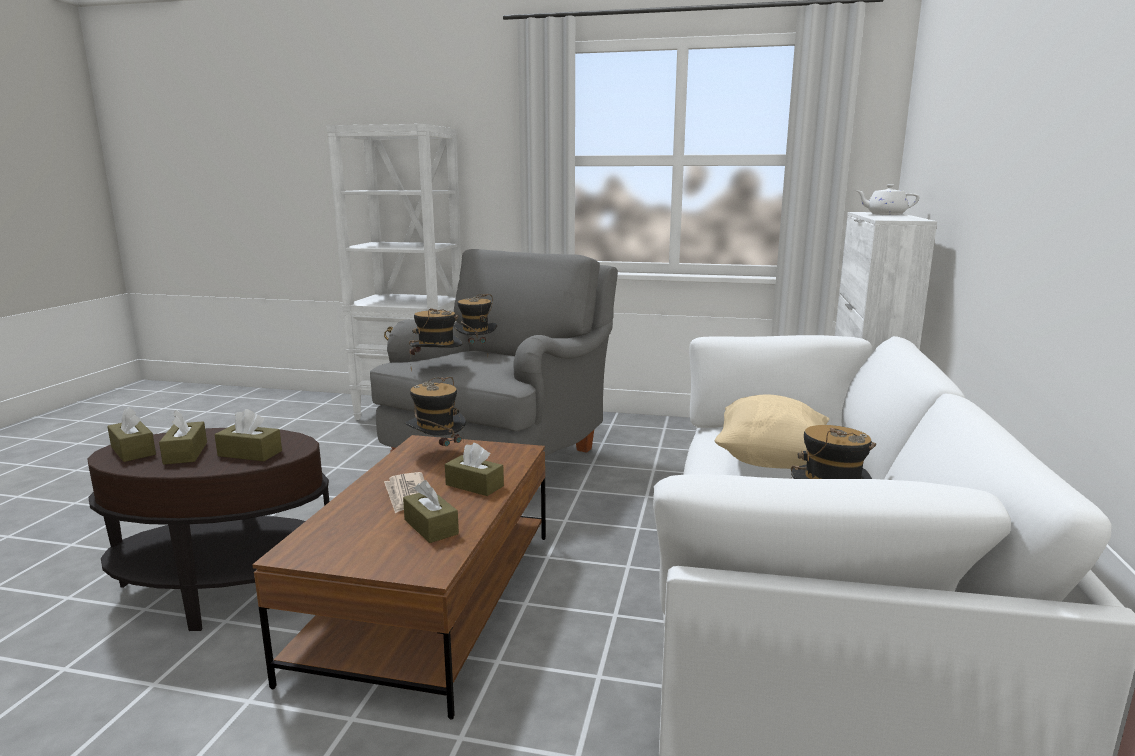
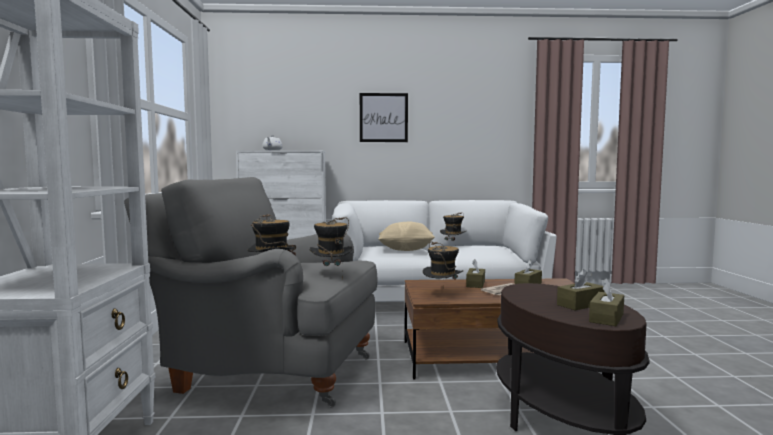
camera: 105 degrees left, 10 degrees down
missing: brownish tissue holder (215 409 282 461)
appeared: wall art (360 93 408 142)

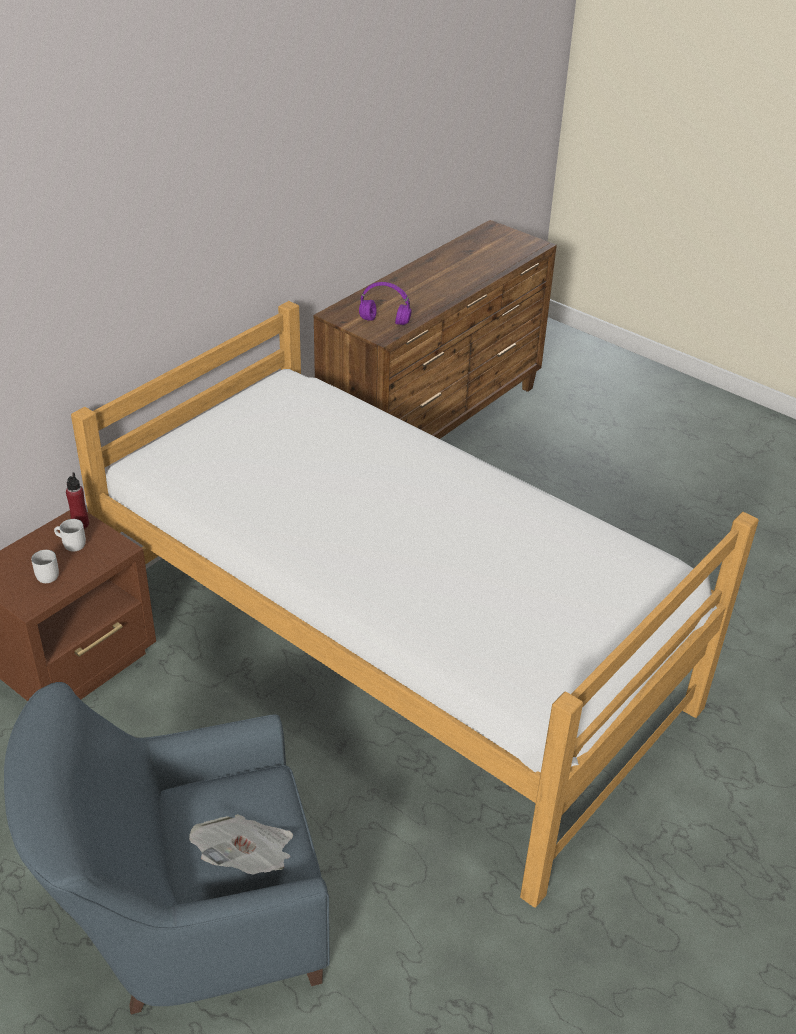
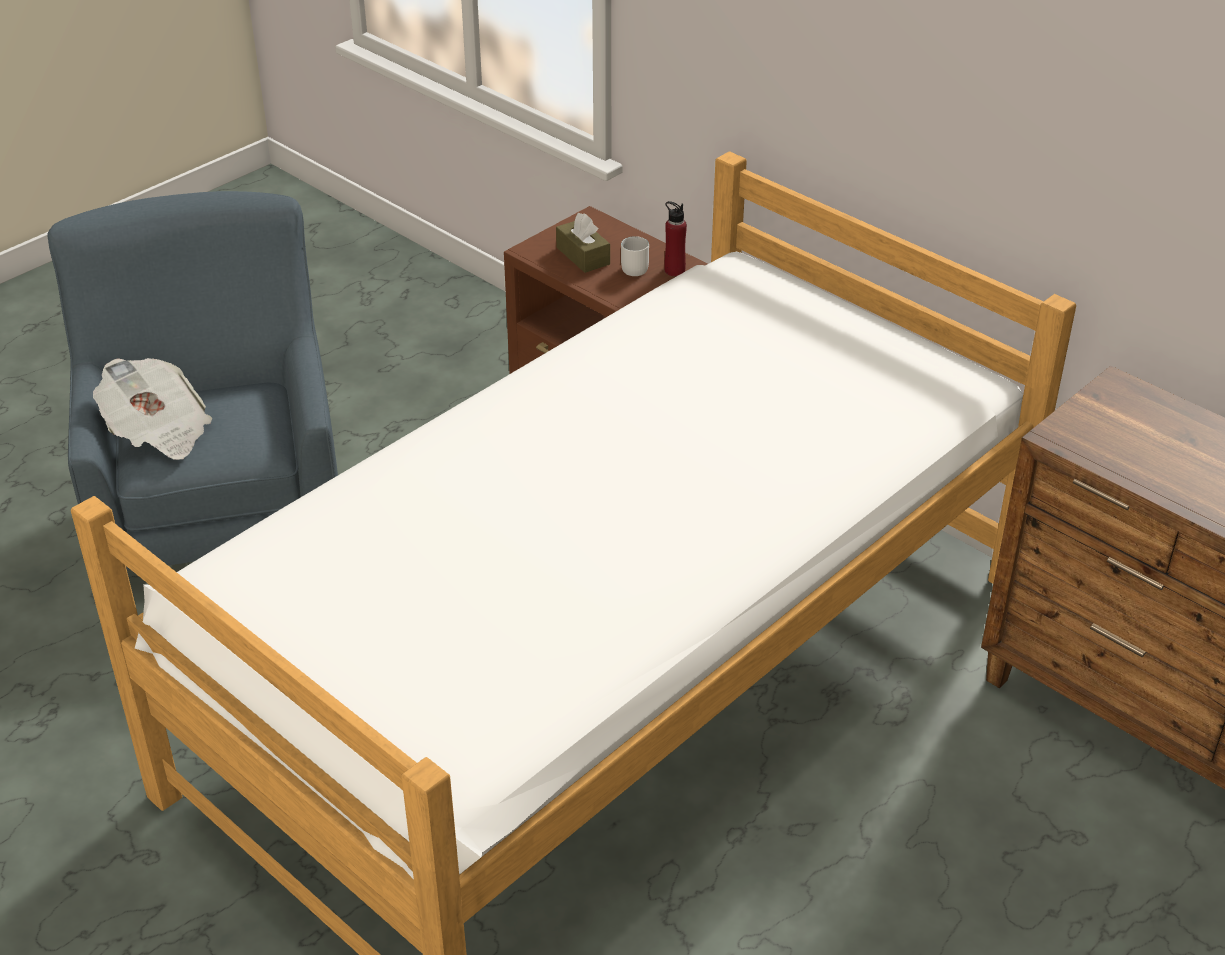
camera: 95 degrees right, 0 degrees up
missing: purple headphones (359 282 411 325)
exchanged: whitish coffee mug (31 550 59 583) to brownish tissue holder (556 213 610 273)

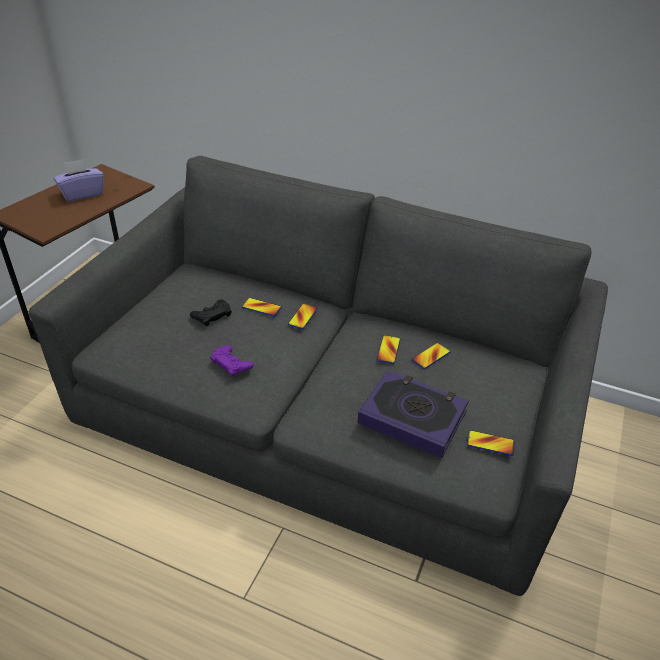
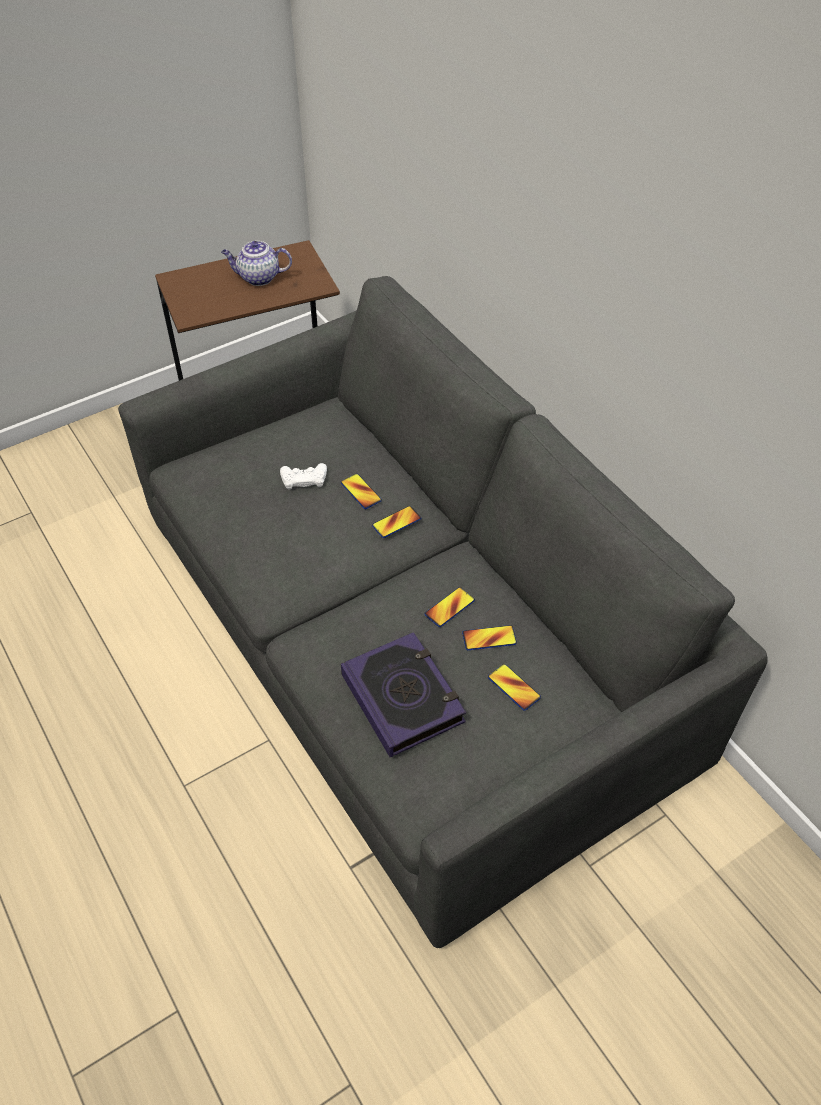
camera: 35 degrees right, 10 degrees up
missing: purple joypad (210 345 254 377)
relocated: telephone (467 430 515 456) to (488 664 541 711)
exchanged: purple tissue holder (54 159 104 202) to teapot (221 241 292 286)
colour: blackish joypad (190 299 232 326) to whitish joypad (280 463 327 490)

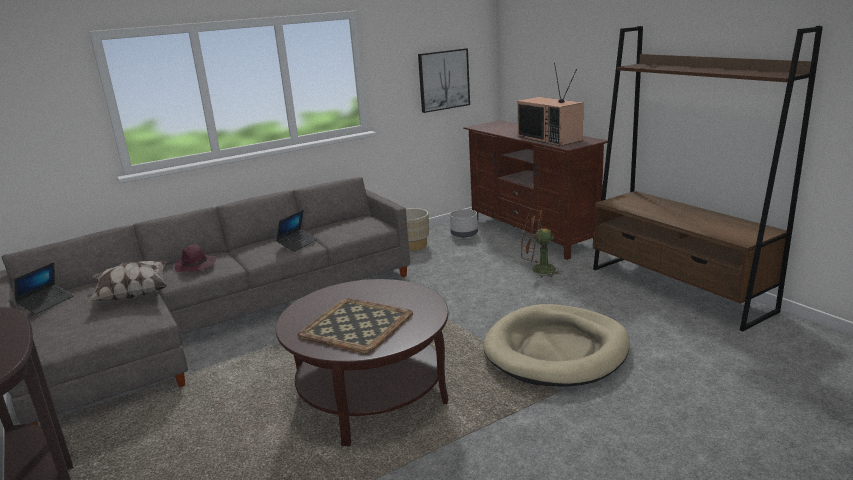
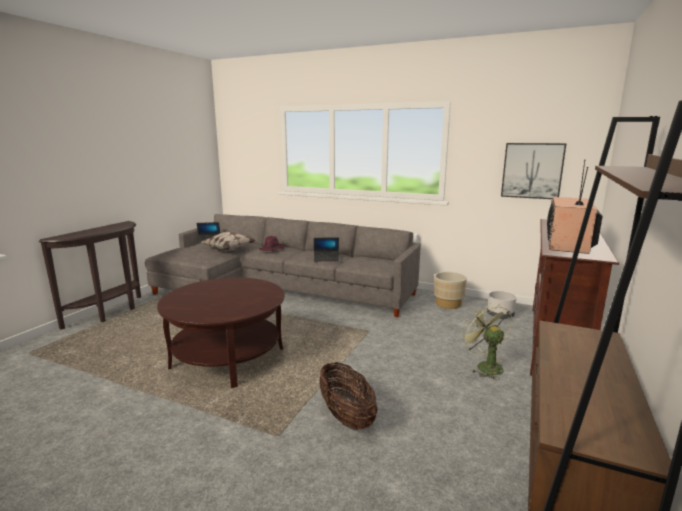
camera: 55 degrees right, 5 degrees down
missing: carrying tray (297 298 413 354)
exchanged: beige-coloured pet bed (483 304 630 387) to basket (319 362 378 430)
colour: brownish cooling fan (521 209 563 278) to green-coloured cooling fan (460 302 512 380)

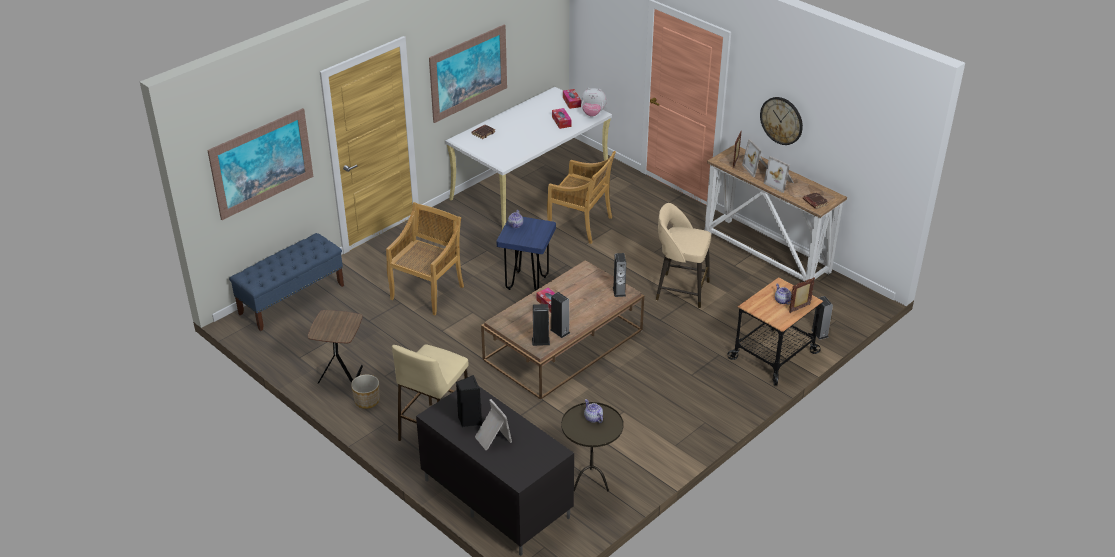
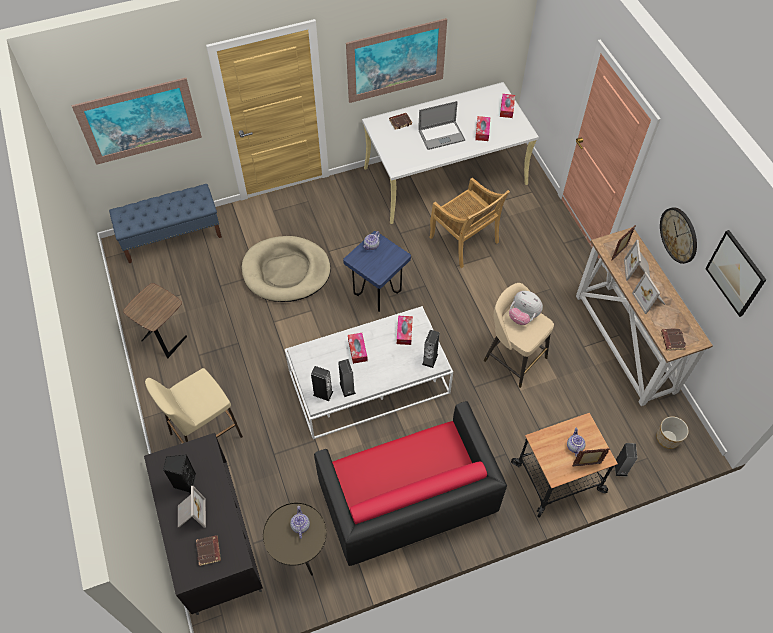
camera: 25 degrees right, 20 degrees up
appeared: notebook computer (418 101 465 150); wall art (705 230 766 317); tissue holder (397 316 413 345); settee (314 401 507 566); brownish bound book (196 535 221 566)
relocated: plush toy (581 88 607 117) to (509 291 543 325); plant pot (351 375 379 409) to (657 416 689 449)
exchanged: beige-coloured upright chair (386 202 464 315) to beige-coloured pet bed (242 236 331 302)
colour: brownish lounge table (481 260 644 400) to whitish lounge table (285 306 453 439)

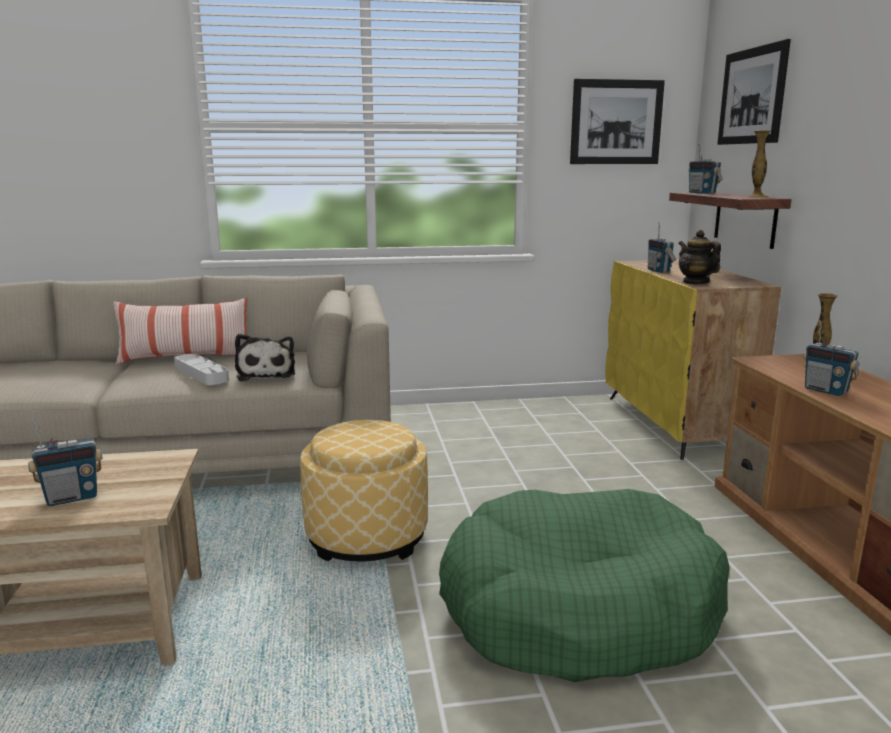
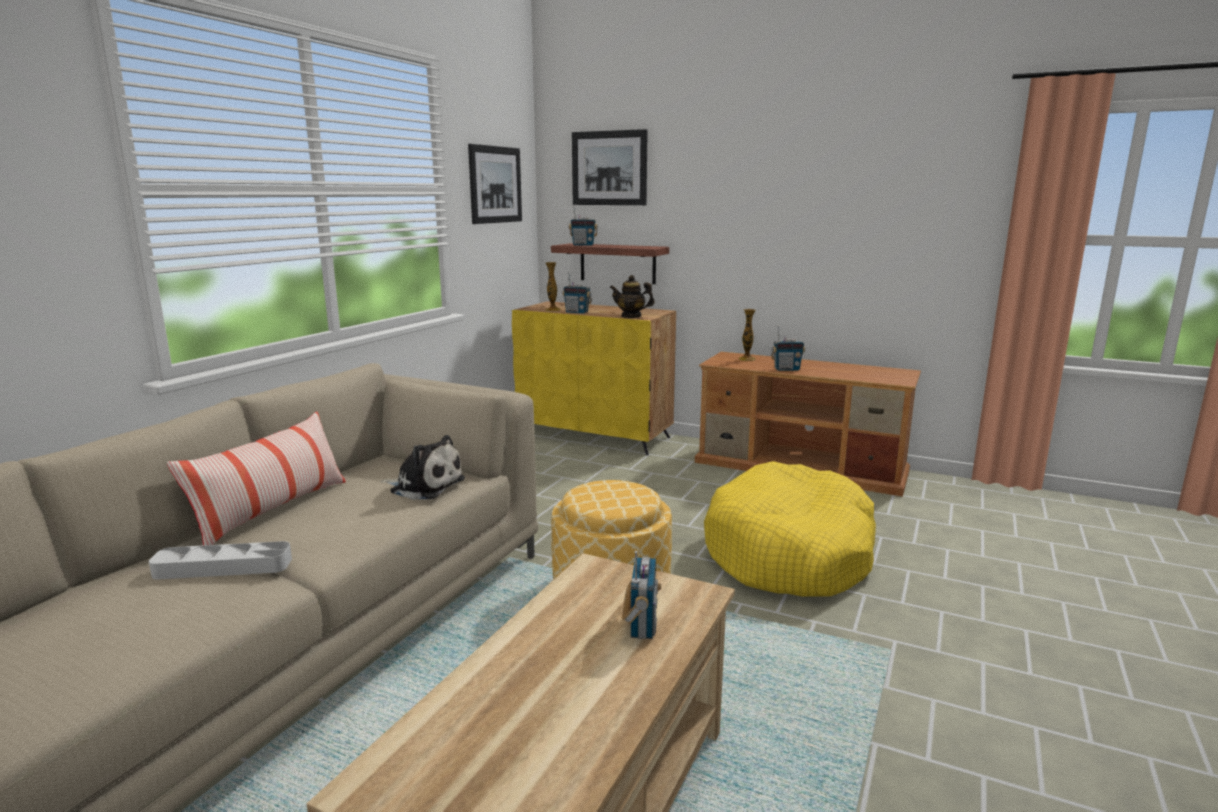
camera: 55 degrees left, 0 degrees up
relocated: decorative vase (746 130 770 198) to (545 262 561 311); gray carrying tray (174 354 229 385) to (149 541 292 579)
colour: green-coloured pet bed (439 489 730 682) to yellow pet bed (704 461 876 597)

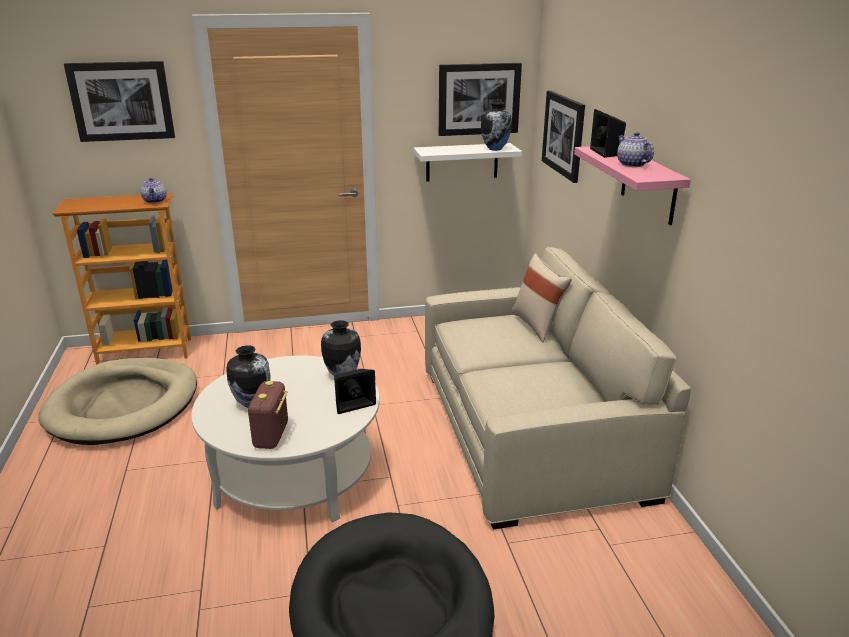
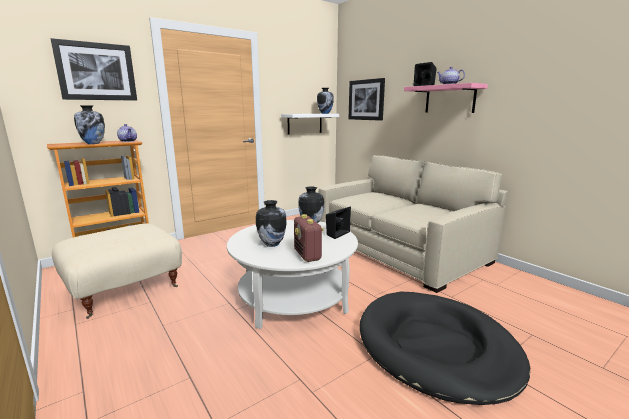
camera: 25 degrees left, 10 degrees down
missing: wall art (439 63 522 136); beige-coloured cushion (511 253 572 342)
appeared: decorative vase (74 105 105 144)
exchanged: beige-coloured pet bed (38 358 197 445) to beige-coloured footrest (52 224 182 319)

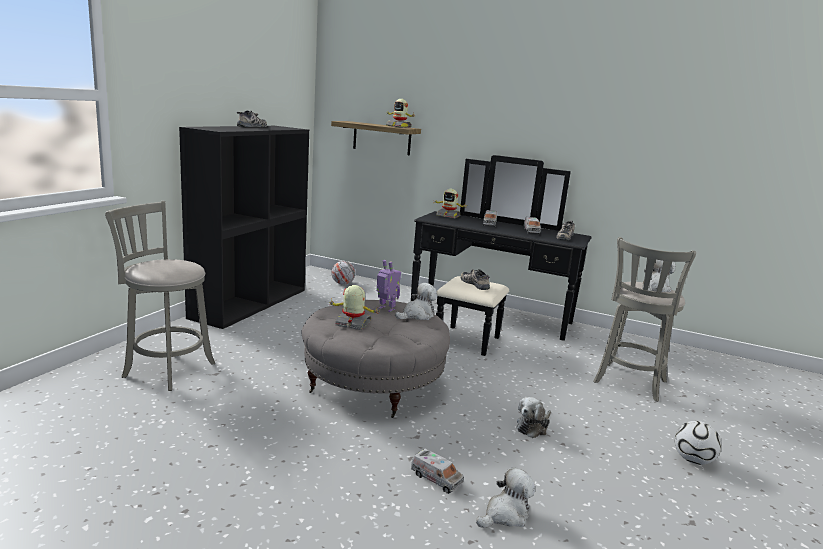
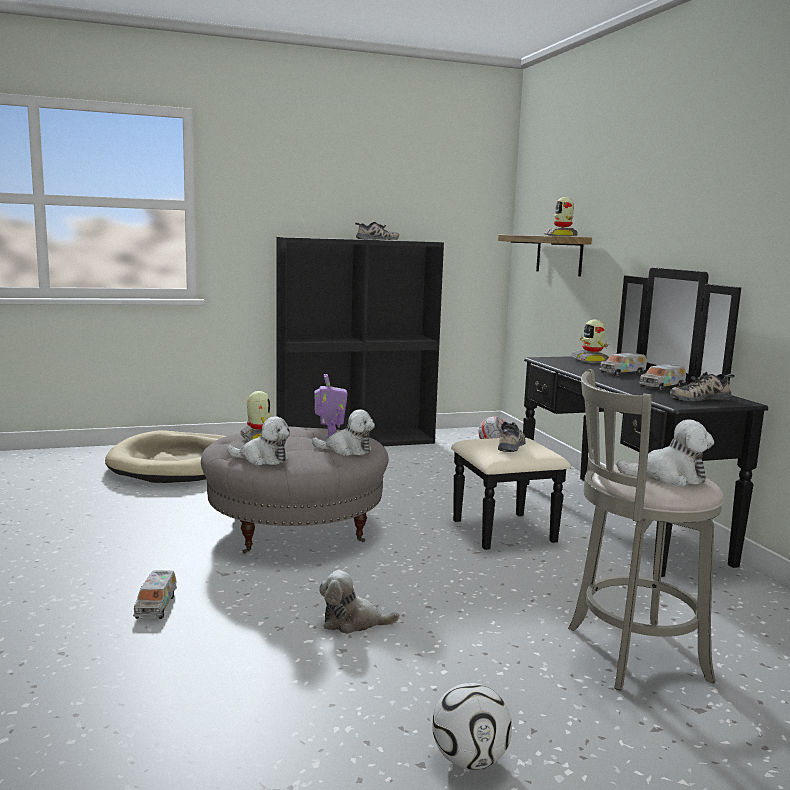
camera: 50 degrees right, 5 degrees down
relocated: plush toy (476 467 535 528) to (227 416 290 465)
exchanged: gray stool (105 201 215 391) to beige-coloured pet bed (105 431 226 483)

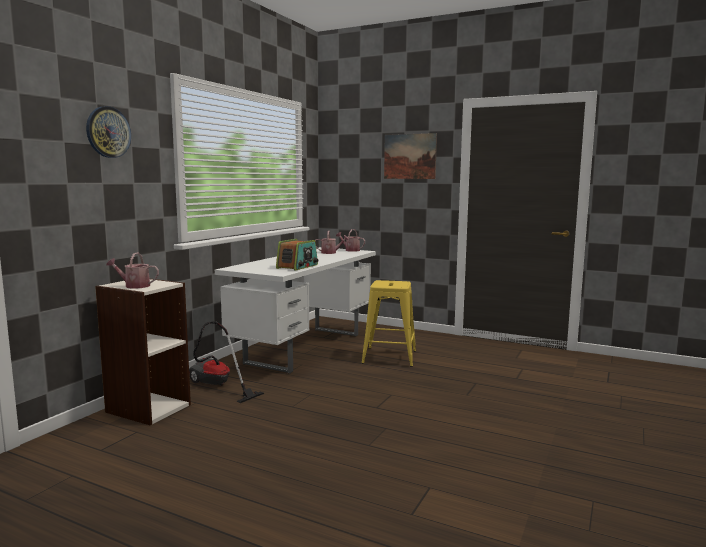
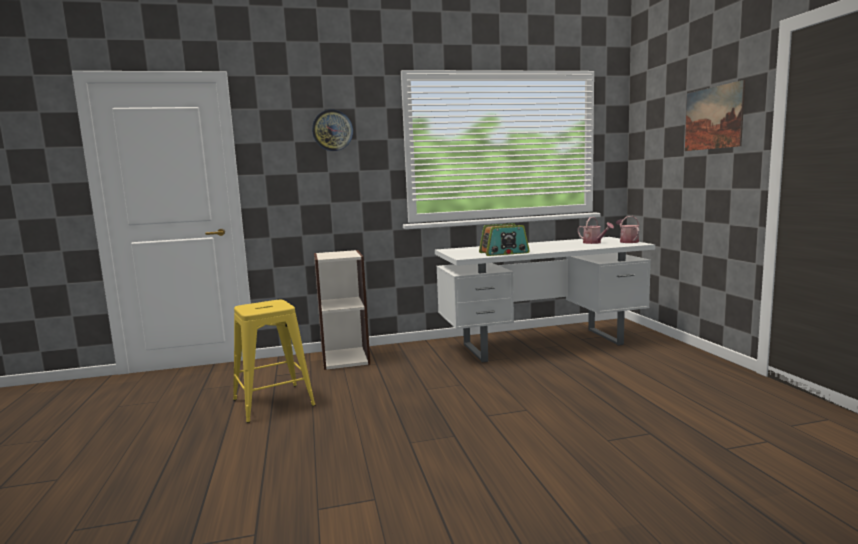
camera: 50 degrees right, 0 degrees up
missing: sprinkling can (106 252 159 289); vacuum cleaner (189 321 264 403)
relocated: yellow stool (361 280 416 367) to (233 299 316 423)

